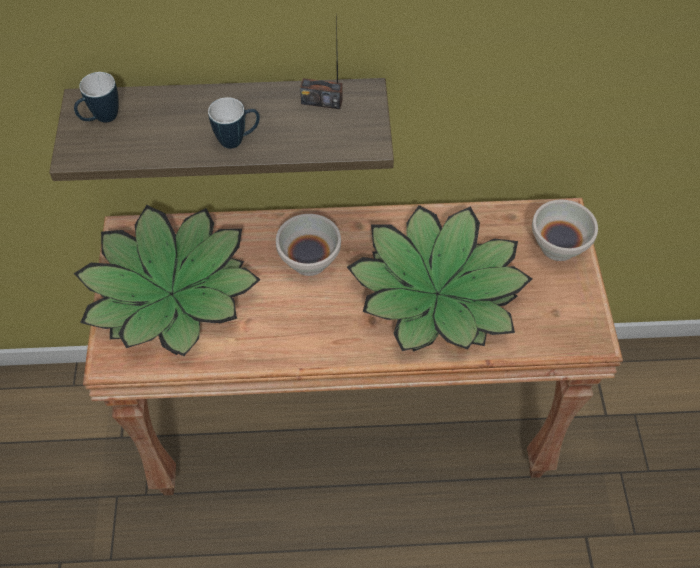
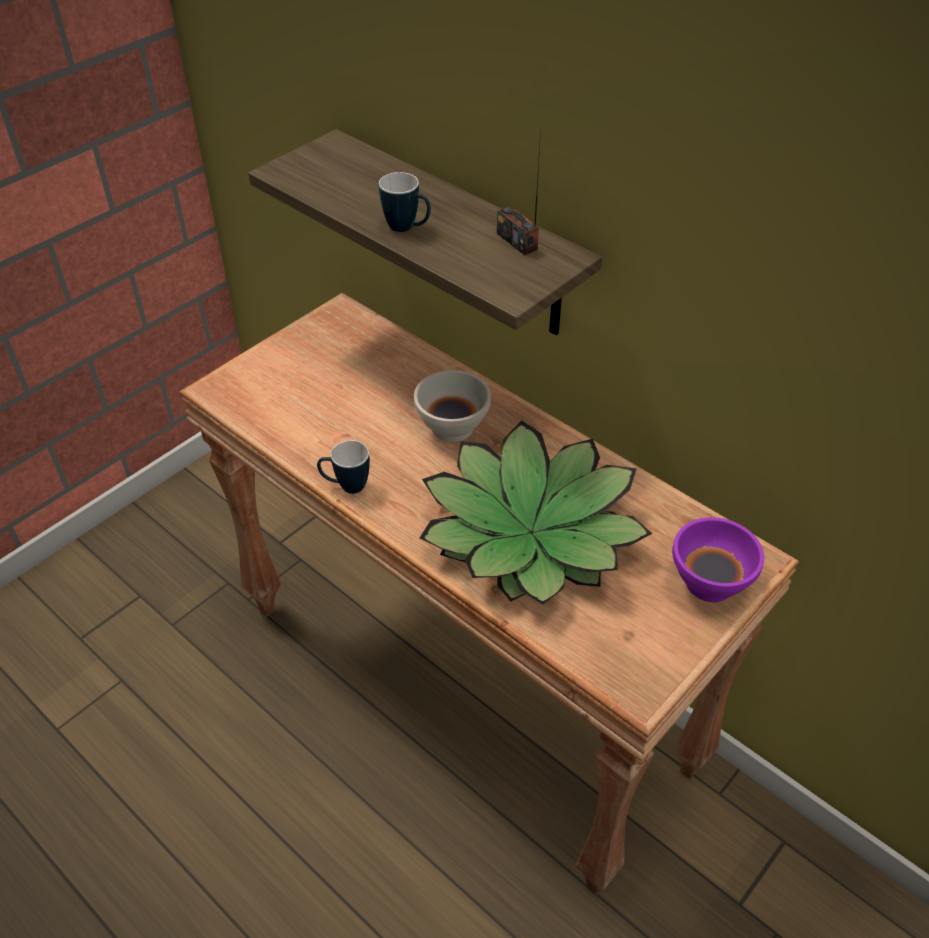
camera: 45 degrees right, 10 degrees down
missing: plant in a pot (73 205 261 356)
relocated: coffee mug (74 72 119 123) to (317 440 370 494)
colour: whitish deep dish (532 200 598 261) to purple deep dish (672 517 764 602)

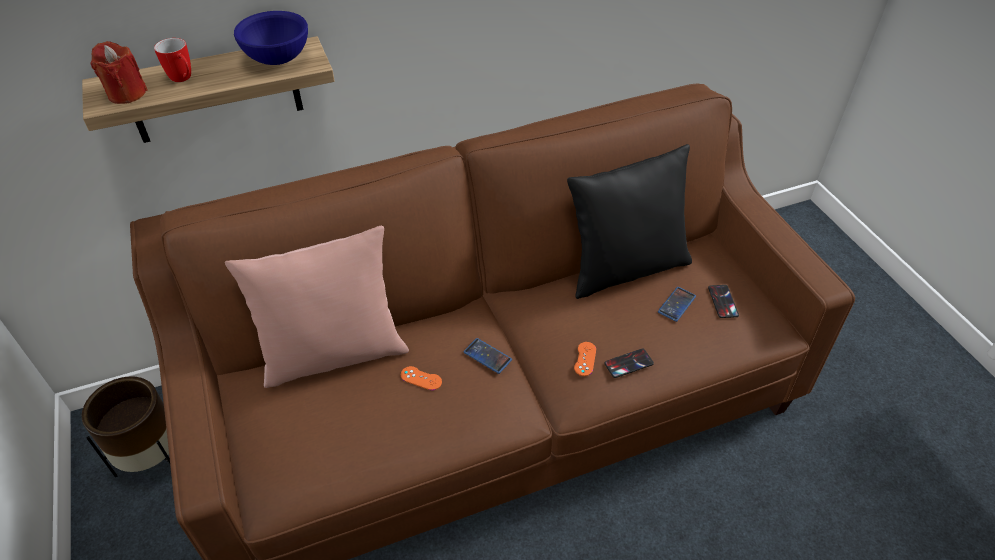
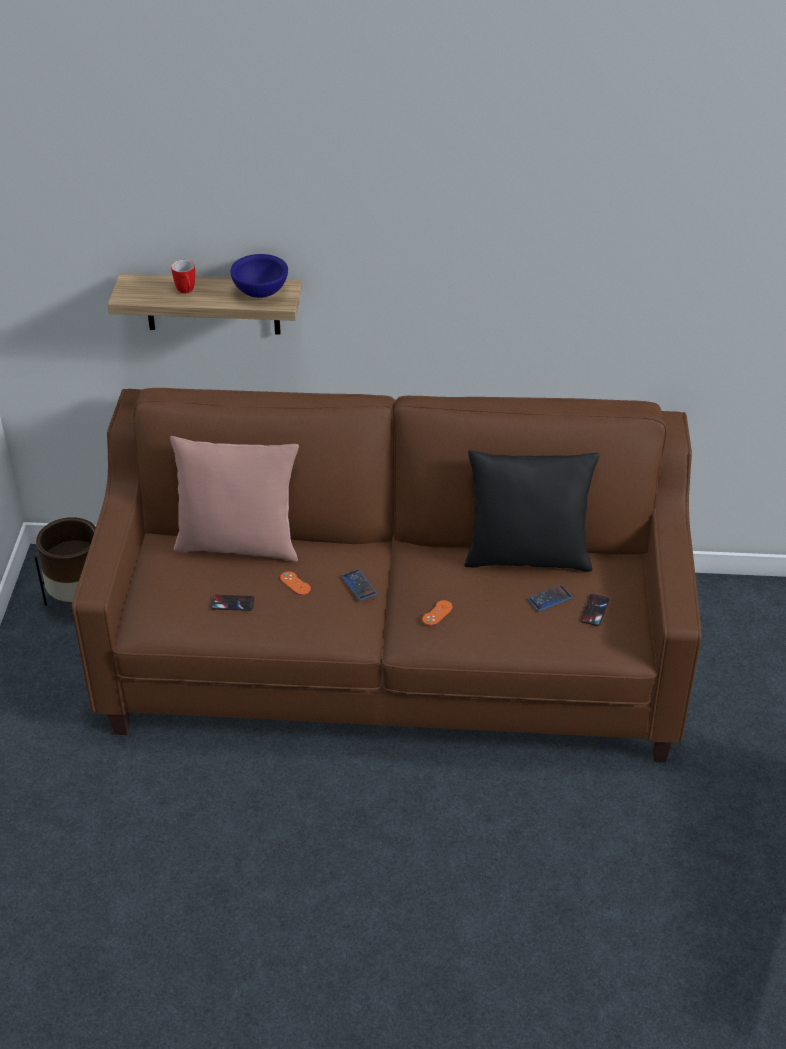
camera: 25 degrees right, 5 degrees down
missing: red-coloured wax light (90 41 147 104)
relocated: telephone (604 349 654 378) to (211 595 255 611)

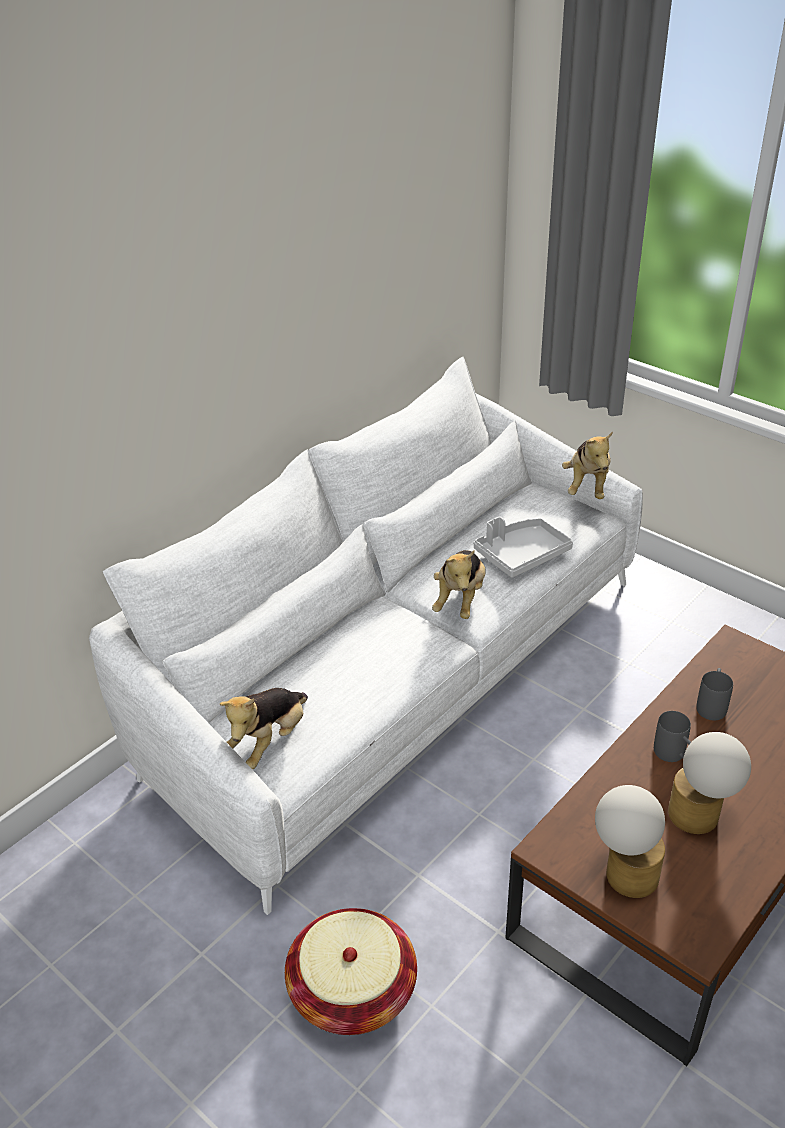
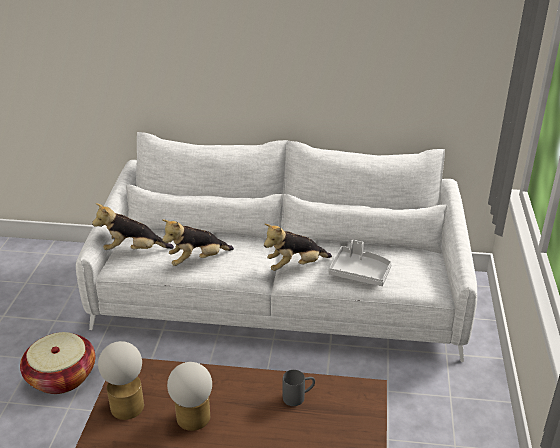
camera: 55 degrees right, 5 degrees down
missing: gray coffee mug (654 711 691 762)
relocated: plush toy (562 431 613 499) to (162 219 234 266)

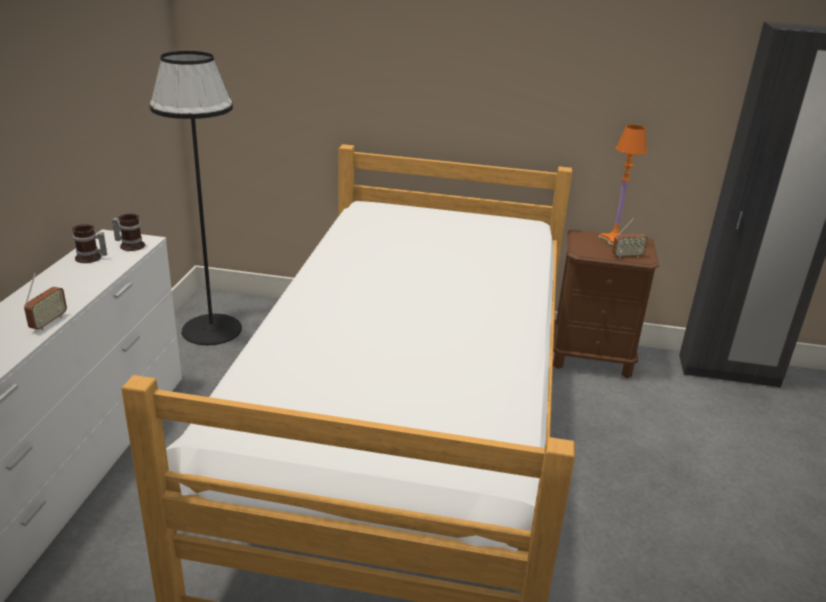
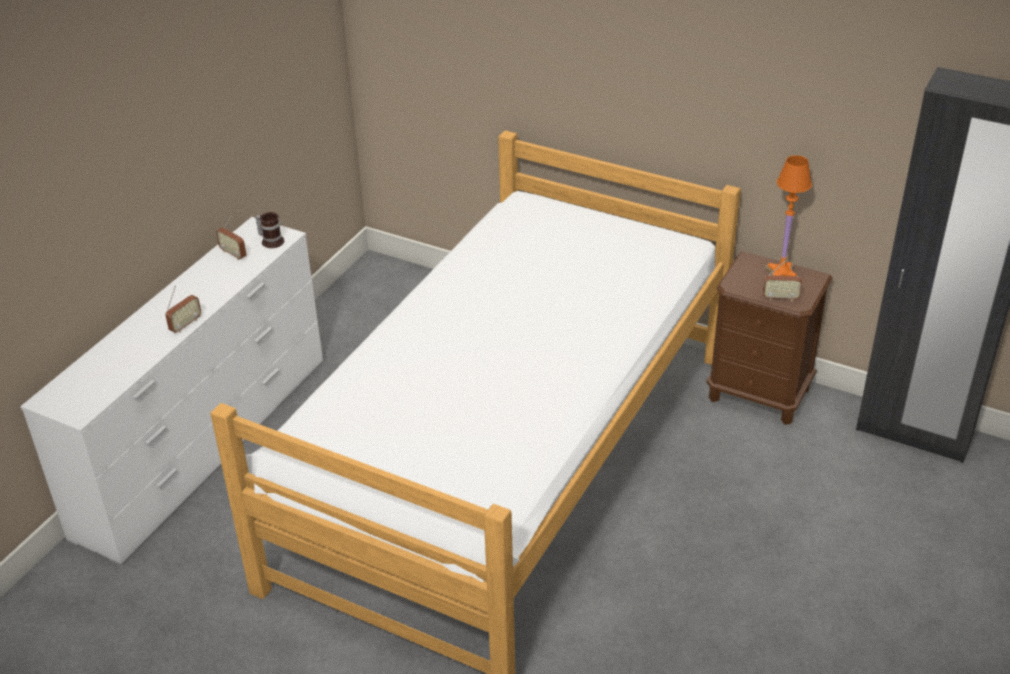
camera: 20 degrees right, 10 degrees up
missing: blackish standing lamp (149 51 242 345)
exchanged: coffee mug (72 224 107 263) to radio receiver (216 216 247 260)

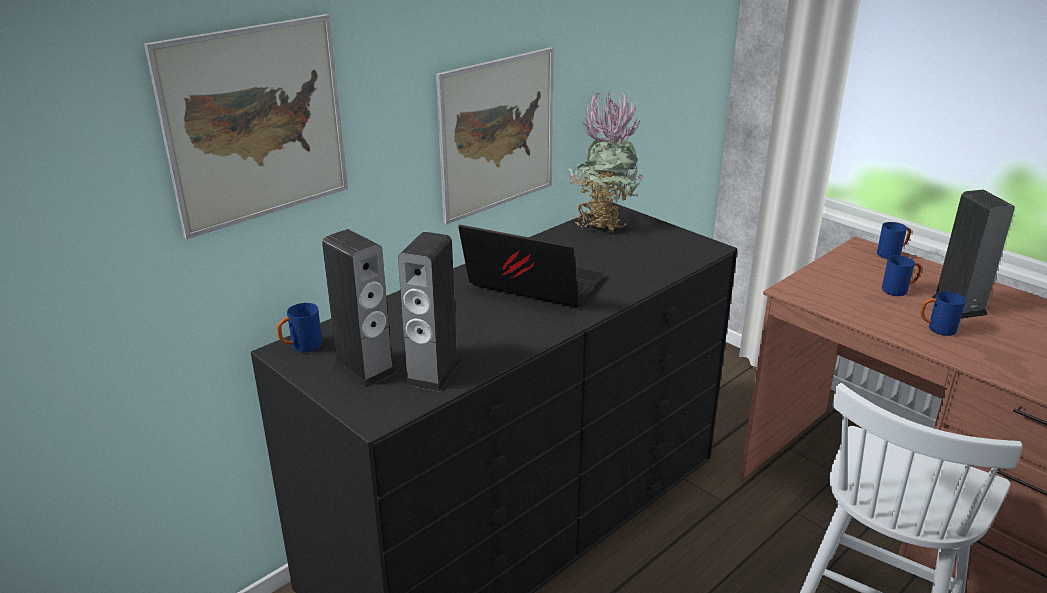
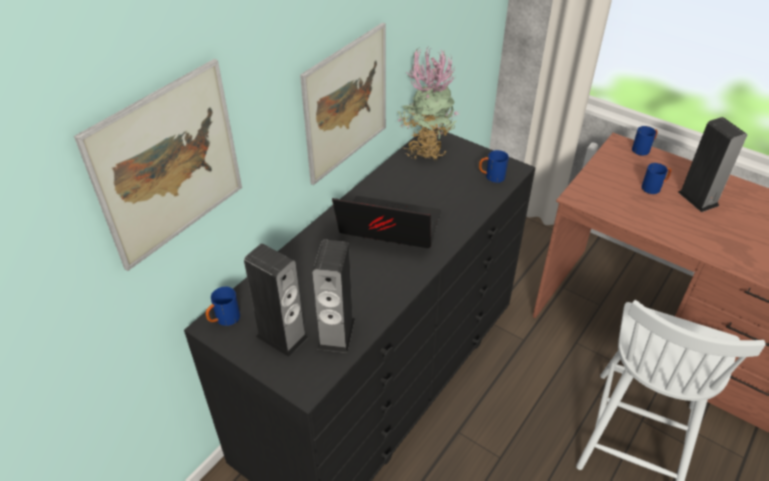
camera: 10 degrees left, 15 degrees up
relocated: blue-coloured coffee mug (920 291 966 336) to (479 150 509 183)

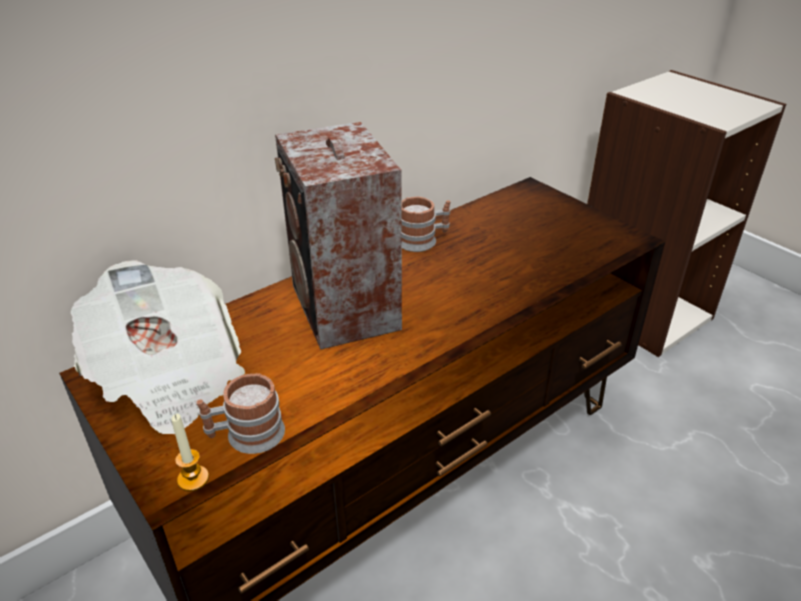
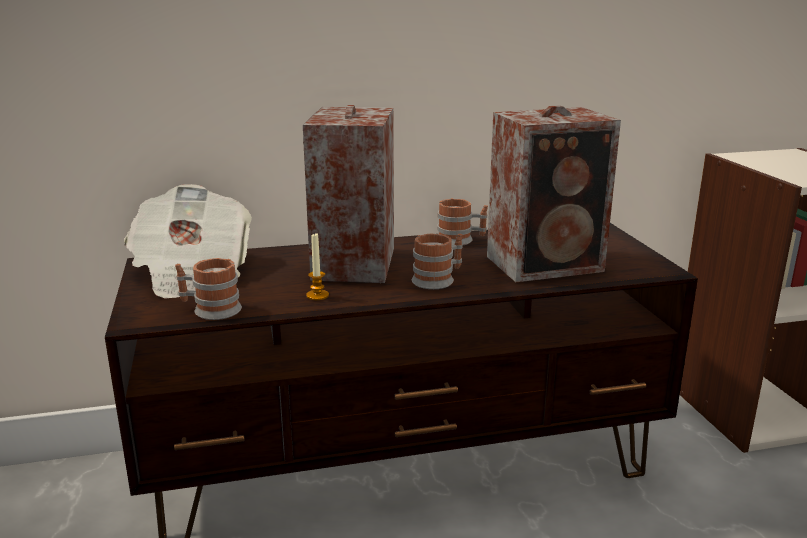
camera: 25 degrees right, 15 degrees down
appeared: speaker (487 105 621 282); coffee mug (412 234 463 289)
relocated: wax light (171 414 209 491) to (306 232 329 300)

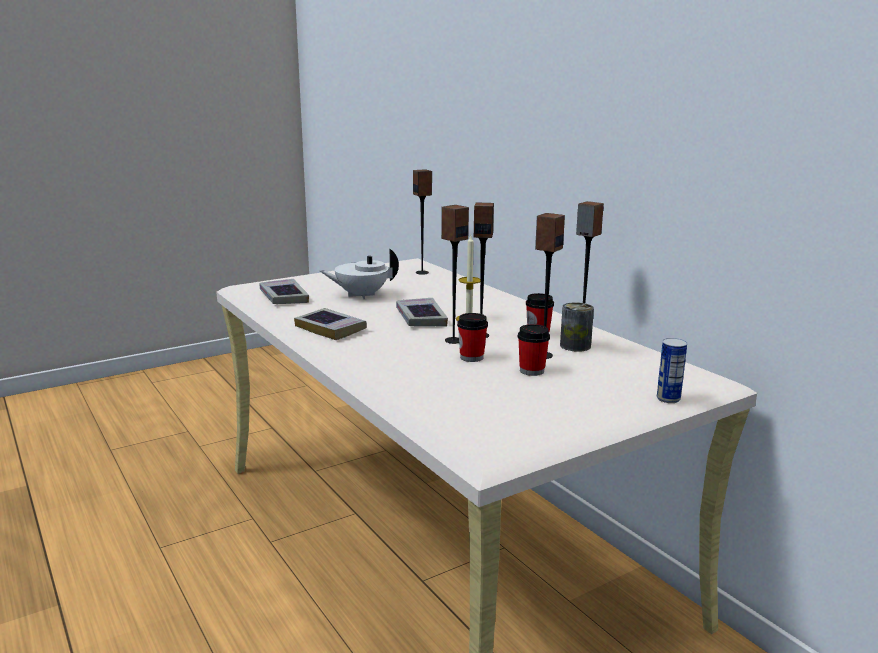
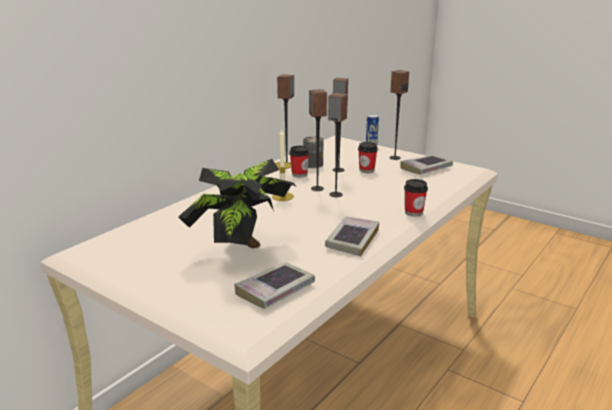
camera: 110 degrees left, 5 degrees up
relocated: speaker (413 169 432 275) to (389 70 409 160); bound book (396 298 448 327) to (400 155 453 175); drinking cup (457 313 488 362) to (404 179 428 217)
exchanged: whitish teapot (320 248 399 299) to plant in a pot (178 159 297 248)

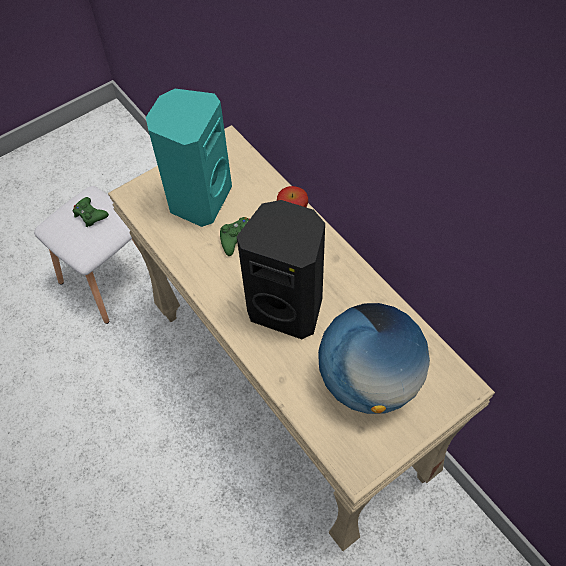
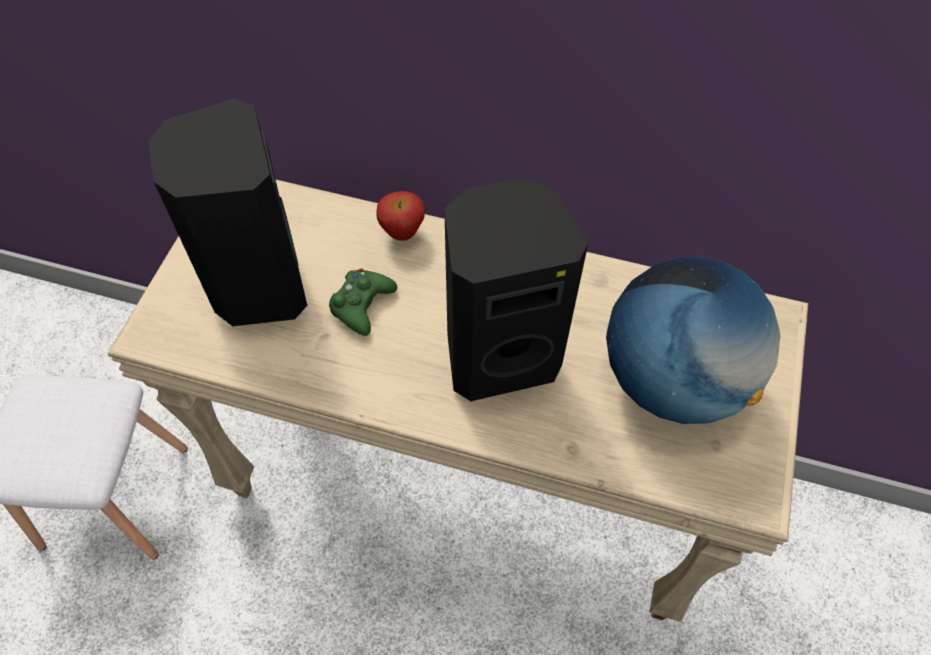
camera: 40 degrees left, 0 degrees up
missing: green-coloured joypad (72 197 109 227)
colour: turquoise-coloured speaker (146 89 232 227) to blackish speaker (148 99 307 326)

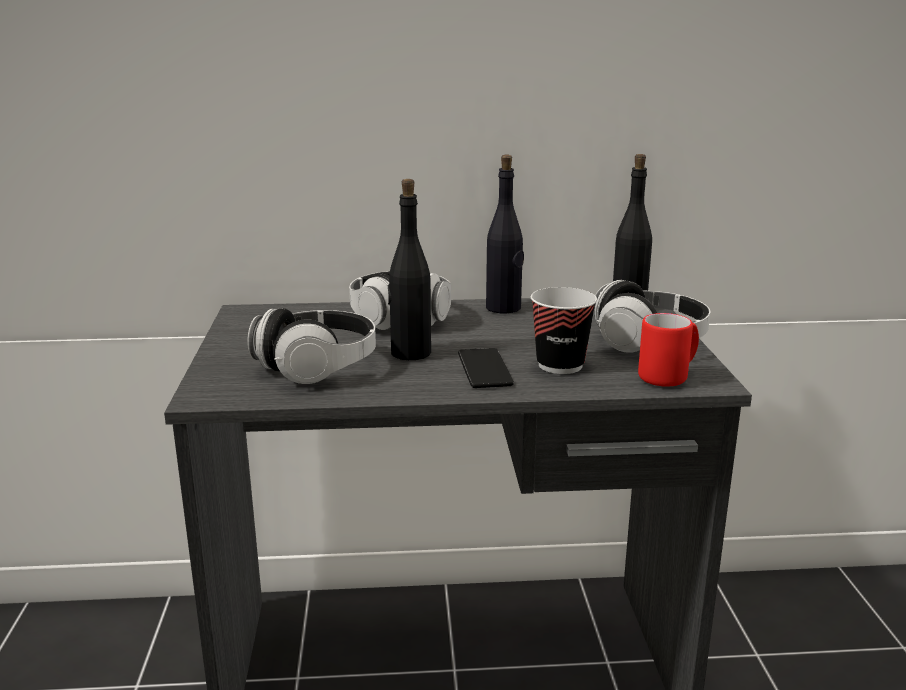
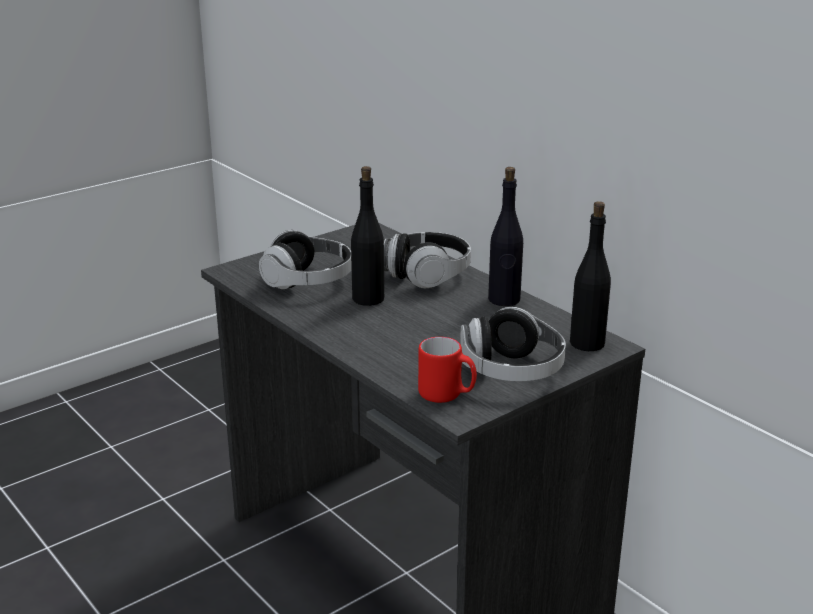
camera: 55 degrees right, 5 degrees up
missing: drinking cup (531 287 597 374); telephone (458 348 514 388)

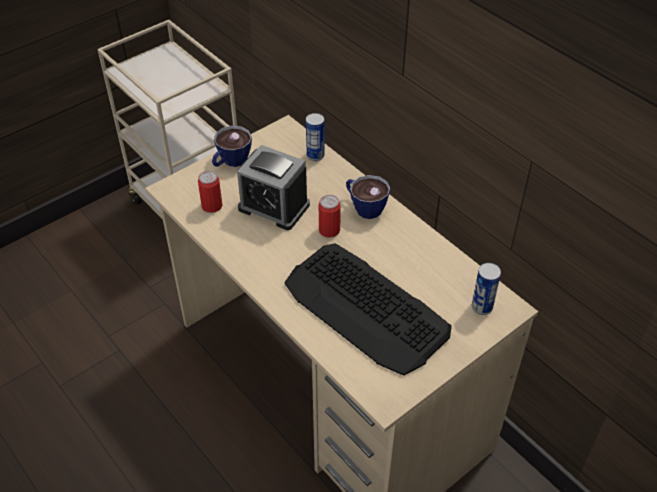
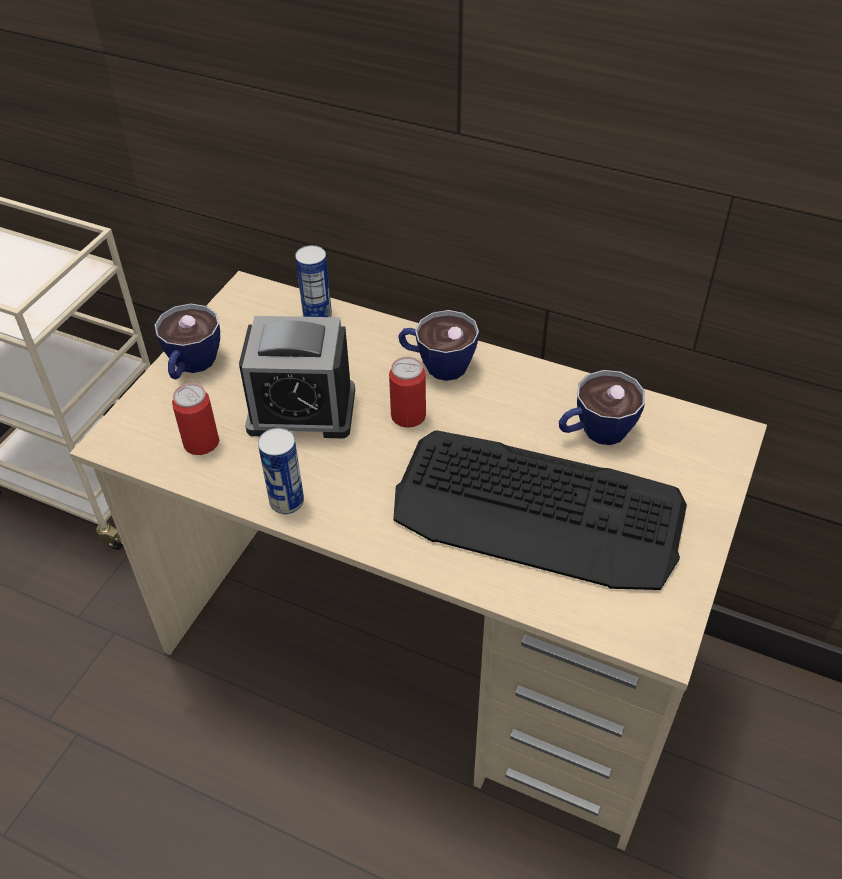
camera: 25 degrees left, 0 degrees up
appeared: drinking cup (559 370 645 445)
relocated: can (472 263 501 315) to (258 428 304 514)

